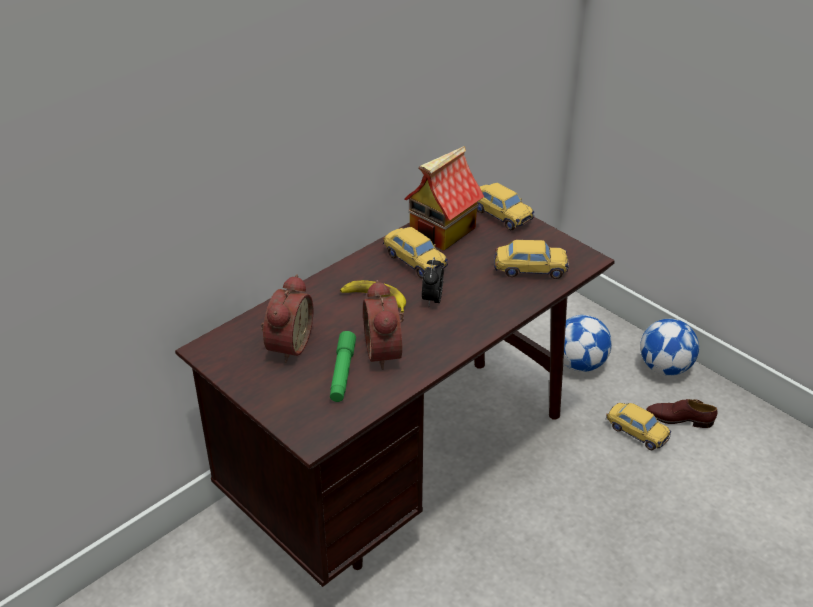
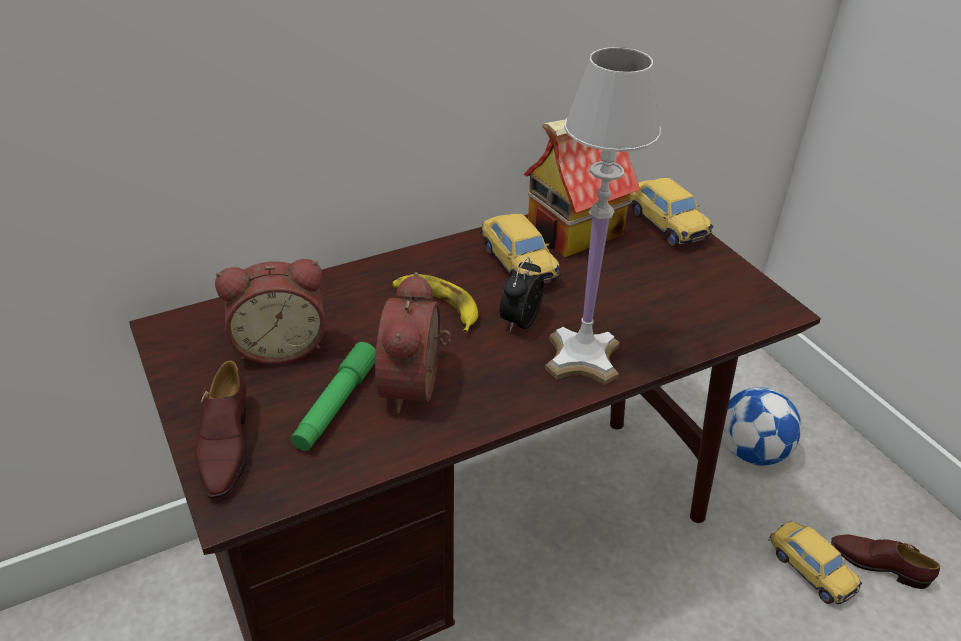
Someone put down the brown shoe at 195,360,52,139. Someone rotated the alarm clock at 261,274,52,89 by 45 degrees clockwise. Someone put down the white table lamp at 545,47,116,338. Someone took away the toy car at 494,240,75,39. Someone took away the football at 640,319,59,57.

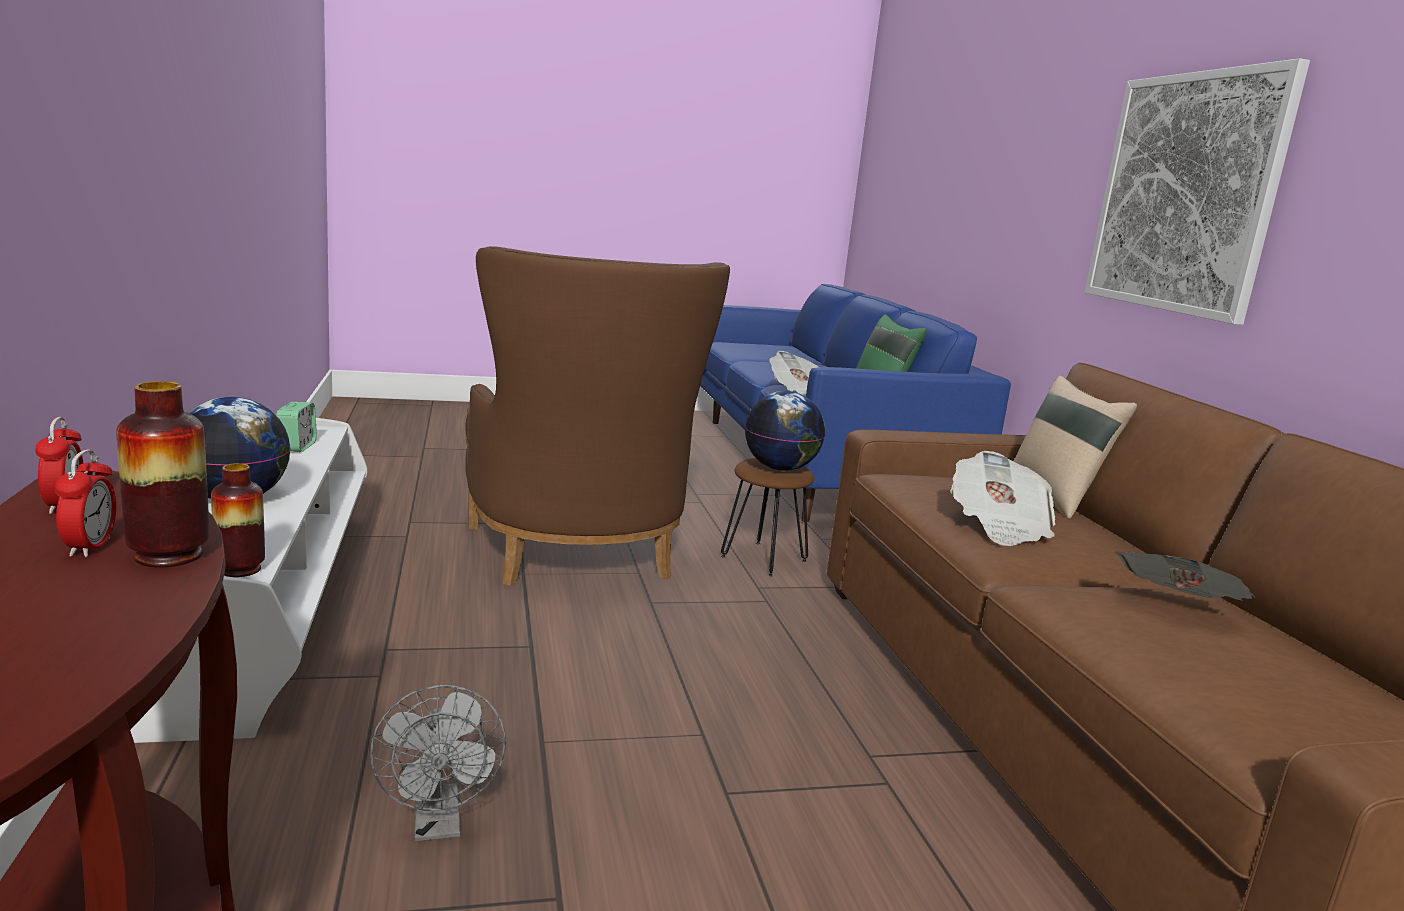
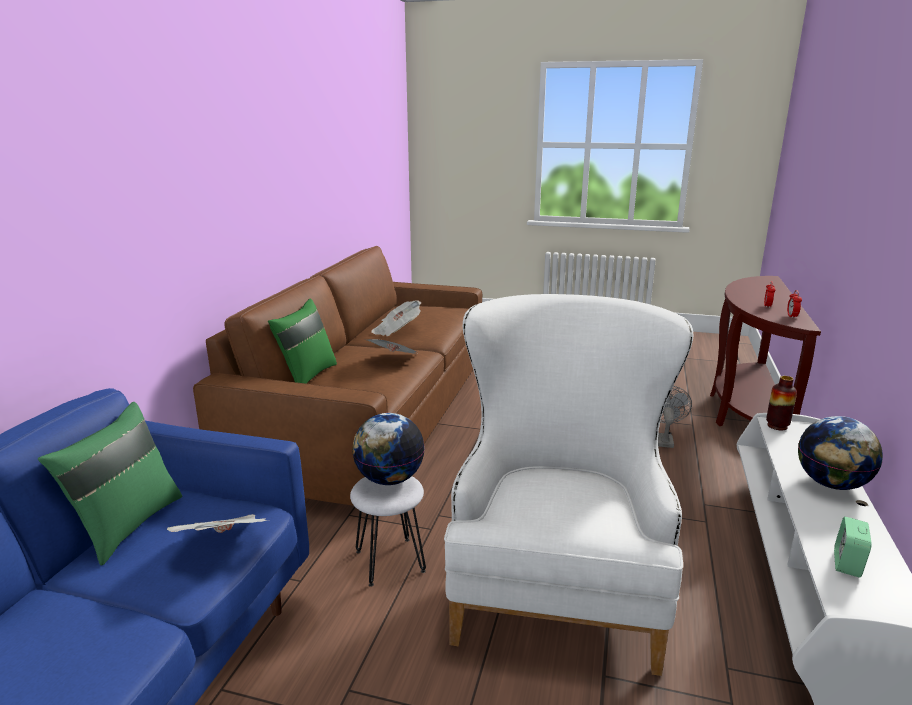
Someone repainted the beige pillow at 1013,375,124,144, which became the green pillow at 268,299,69,85. Someone repainted the brown stool at 721,458,93,118, which became the white stool at 350,476,76,111. Someone repainted the brown armchair at 465,246,265,340, which became the white armchair at 444,294,249,382. Someone took away the vase at 116,381,93,186. Someone took away the picture at 1085,58,225,267.

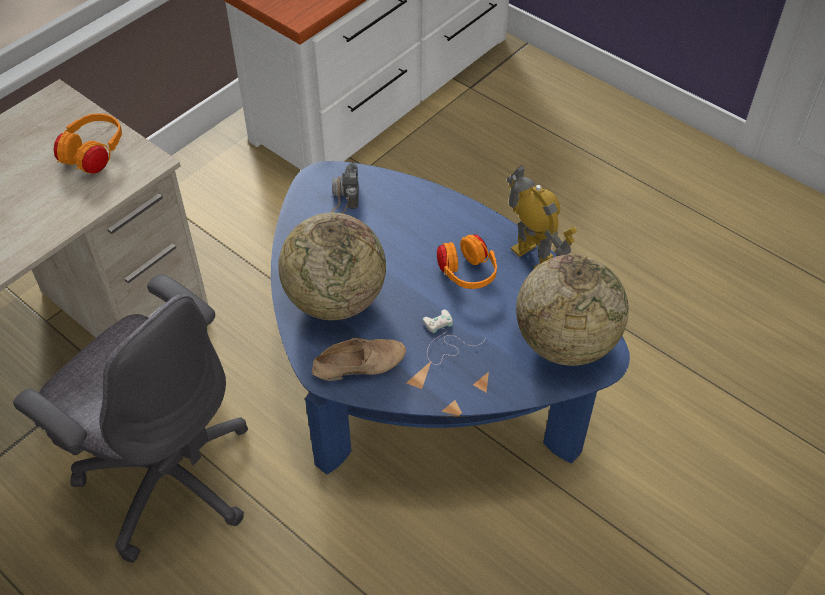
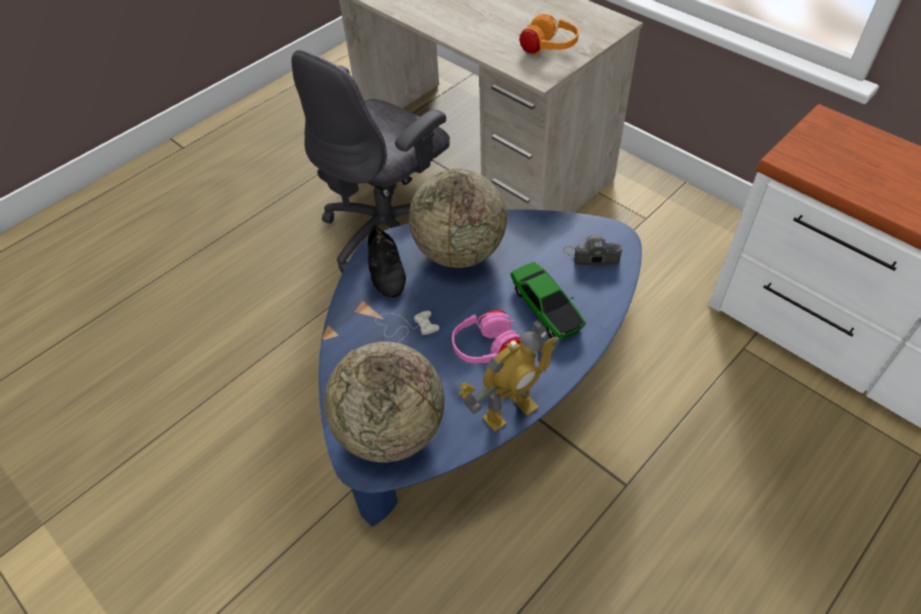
Someone repainted the beige shoe at 312,338,94,43, which became the black shoe at 367,224,39,74. Someone repainted the orange headphones at 437,234,60,55, which became the pink headphones at 452,310,69,53. Someone put down the toy car at 510,262,76,78.

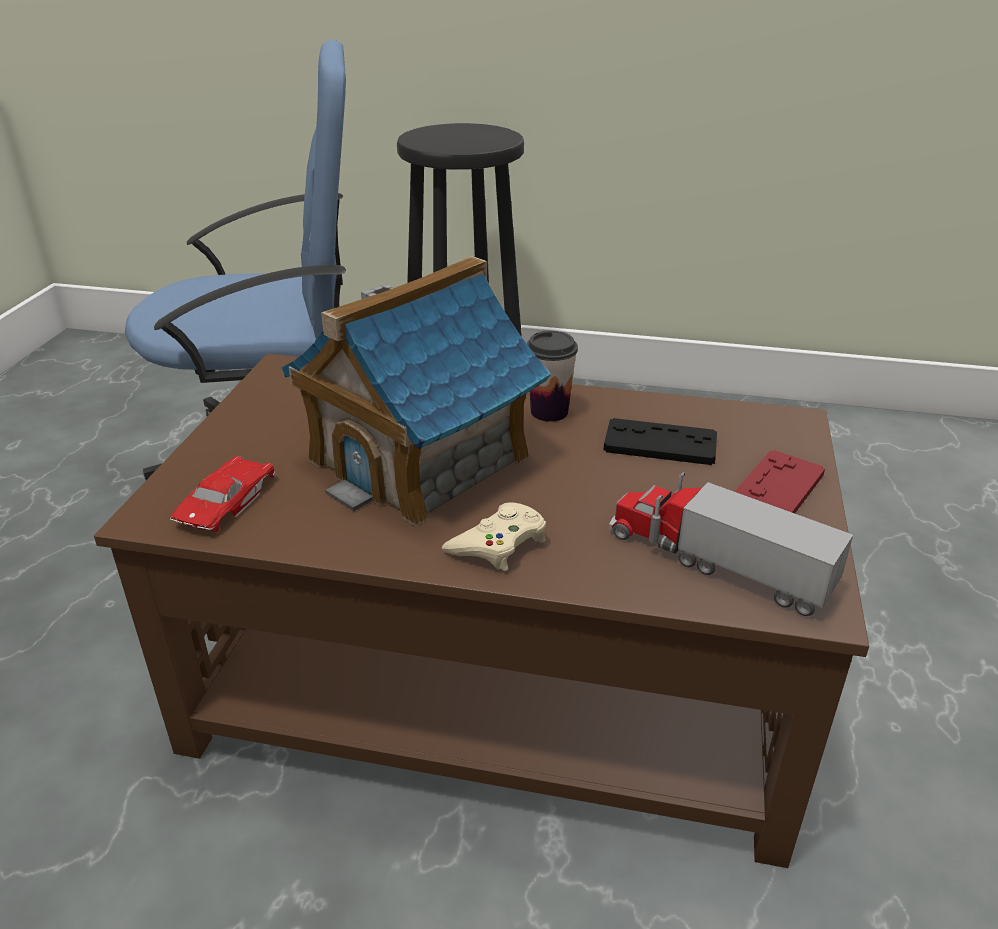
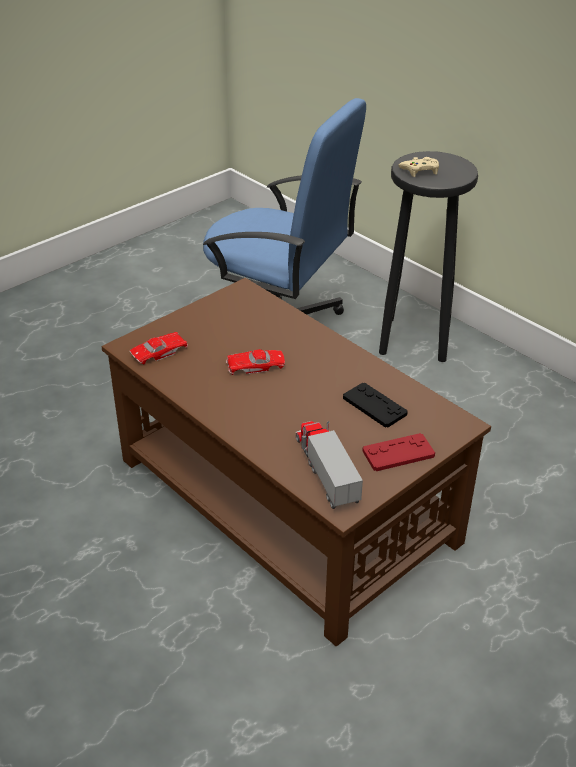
Someone swapped the toy house at 281,256,270,271 for the red toy car at 226,349,59,26. Someone carried the beige game controller from 442,503,104,68 to 398,157,41,20. Someone took away the cup at 527,331,51,91.

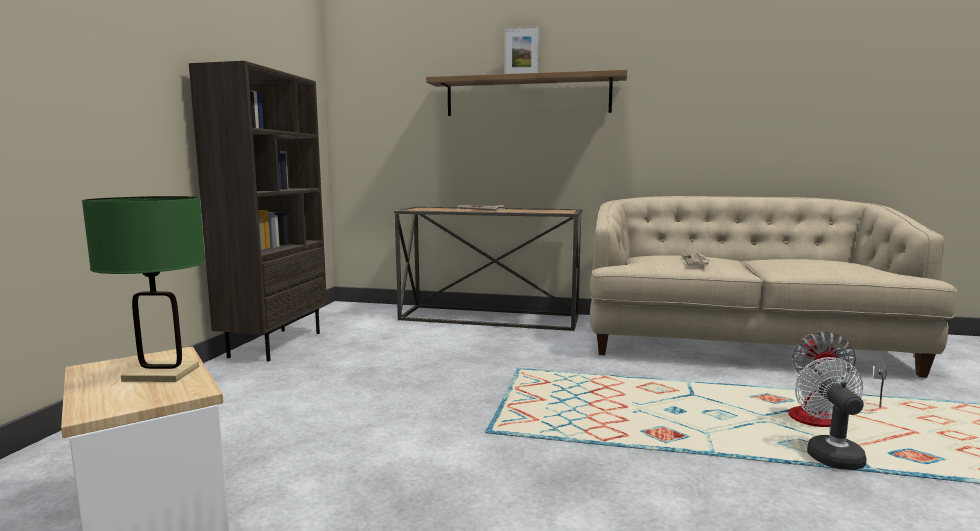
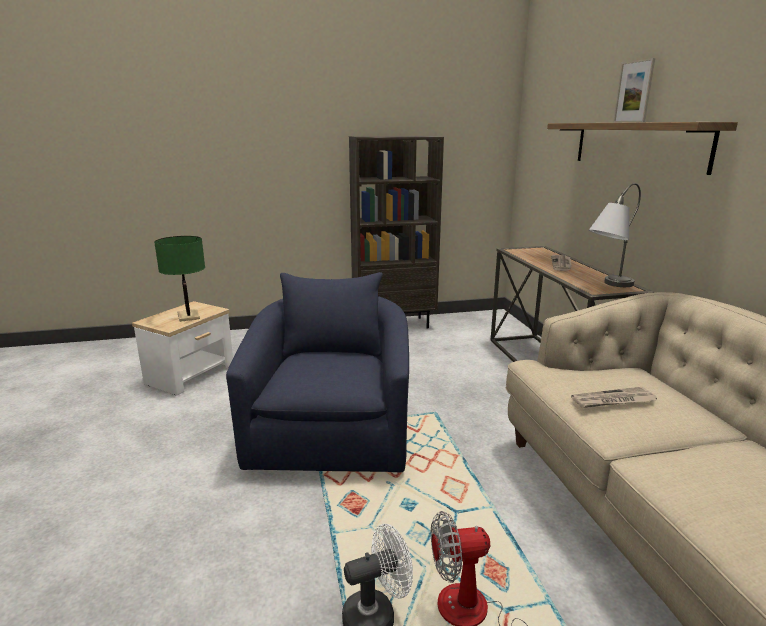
Someone put down the blue armchair at 226,272,183,200. Someone put down the grey table lamp at 589,183,52,104.

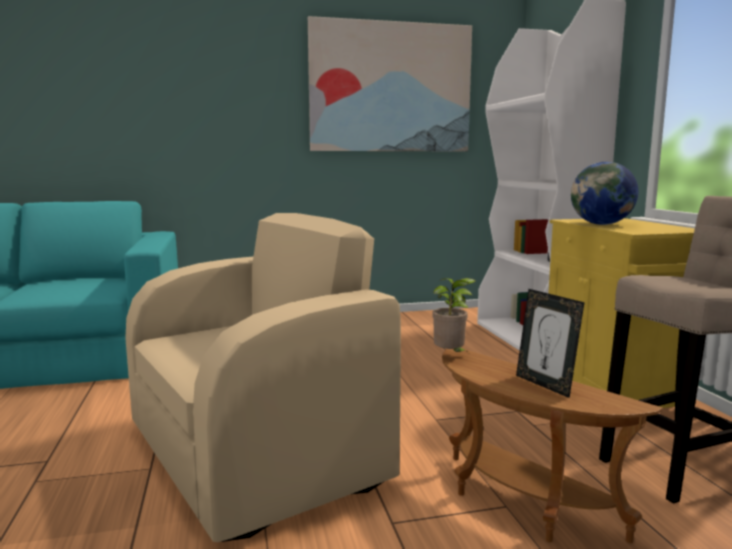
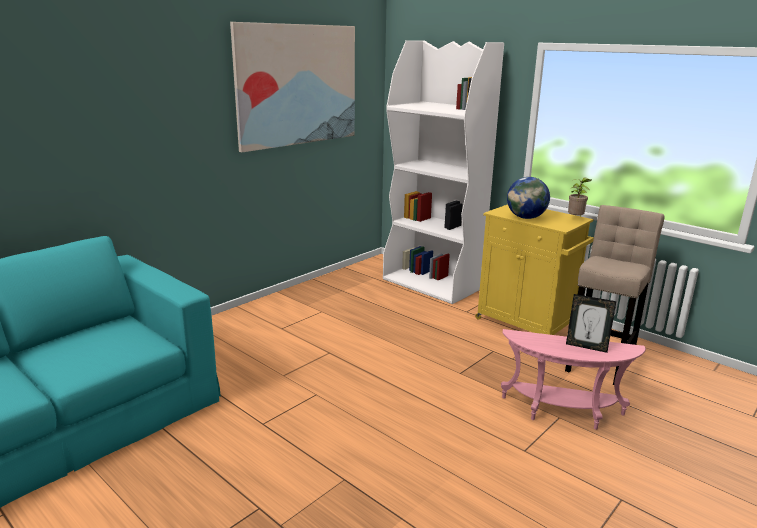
Someone repainted the brown side table at 442,349,221,194, which became the pink side table at 501,329,145,101. Someone carried the potted plant from 432,278,44,74 to 568,178,23,39. Someone took away the beige armchair at 125,213,276,329.

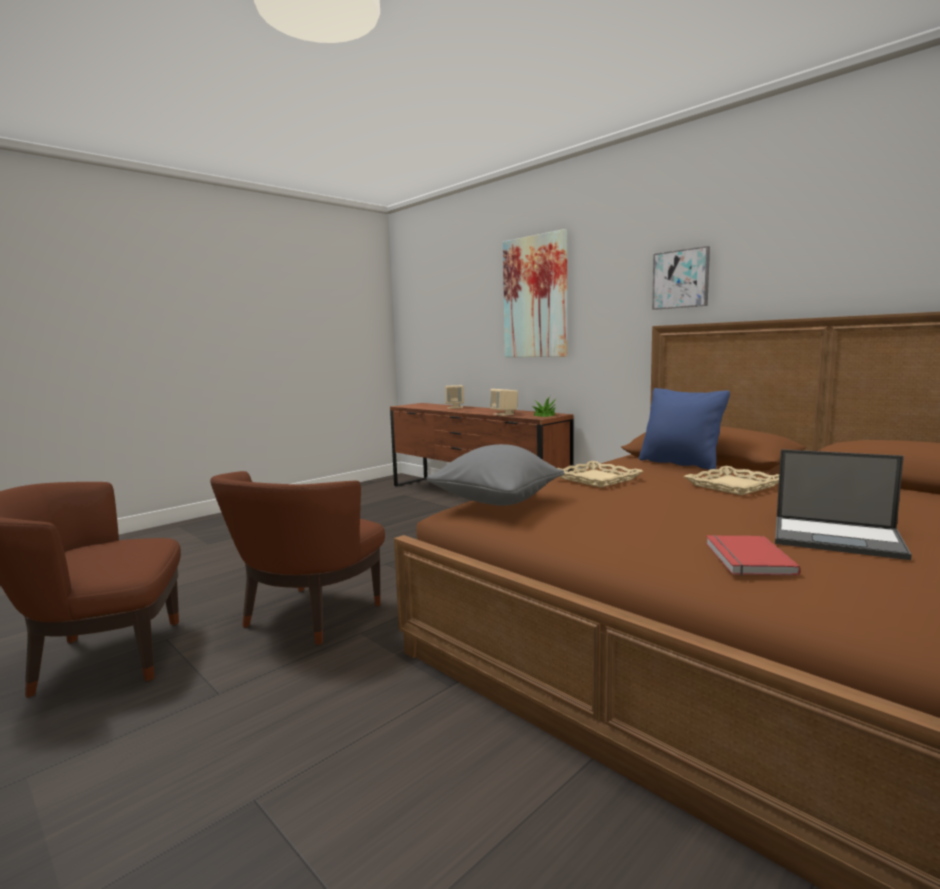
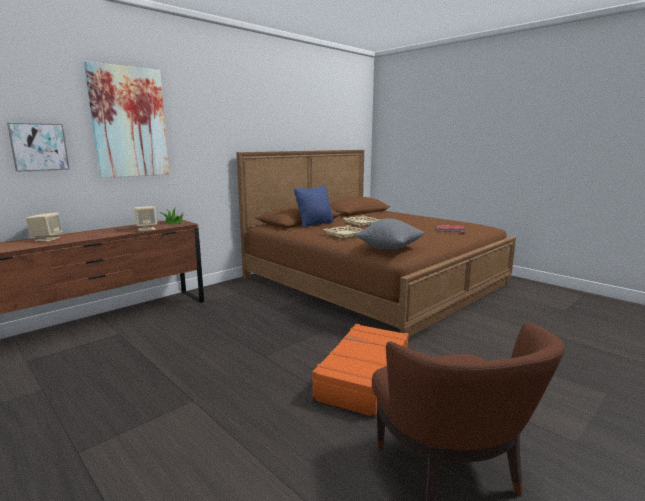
Someone carried the picture from 652,246,58,64 to 7,123,63,49. Someone swapped the brown armchair at 210,471,175,174 for the orange suitcase at 312,324,97,94. Someone took away the laptop at 775,449,137,111.

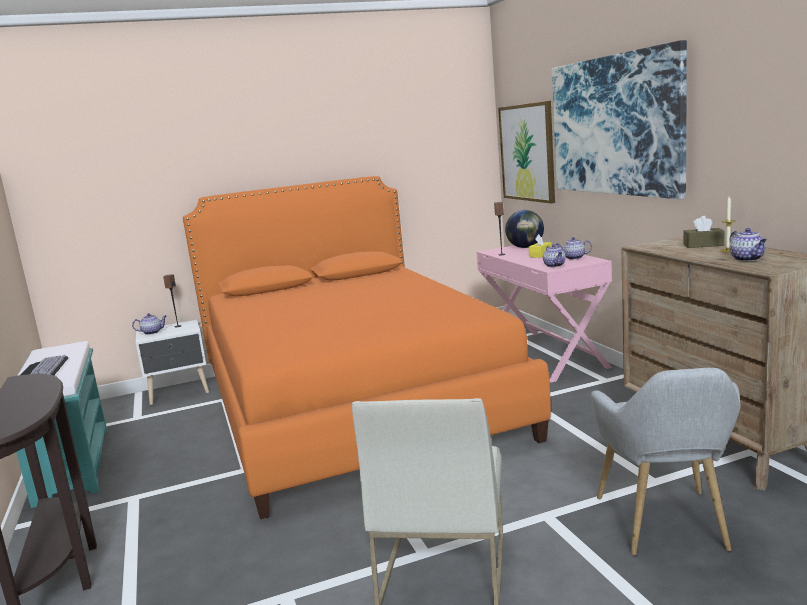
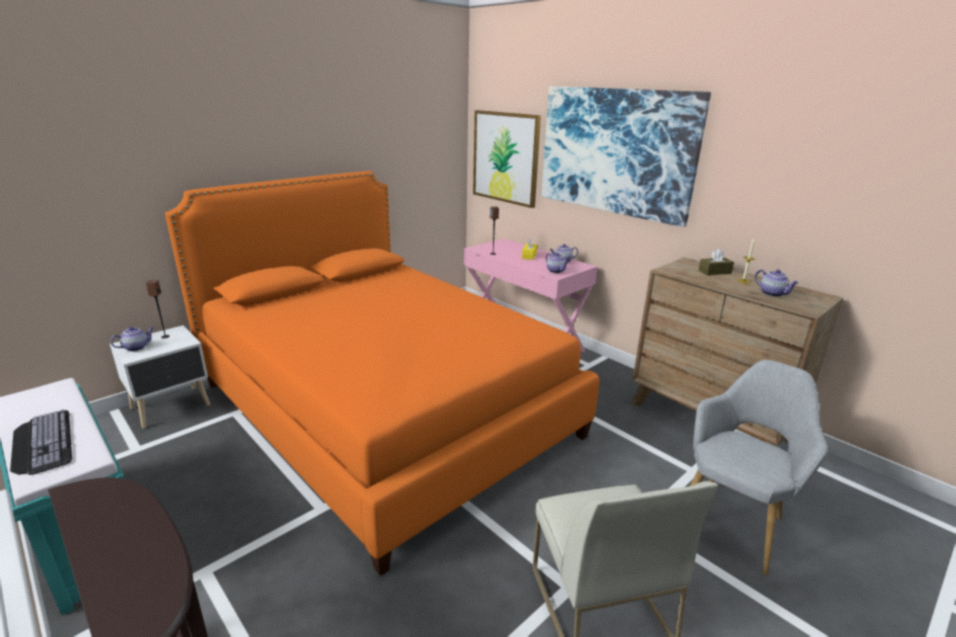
Someone rotated the grey armchair at 591,368,150,188 by 120 degrees counterclockwise. Someone took away the globe at 505,210,39,38.

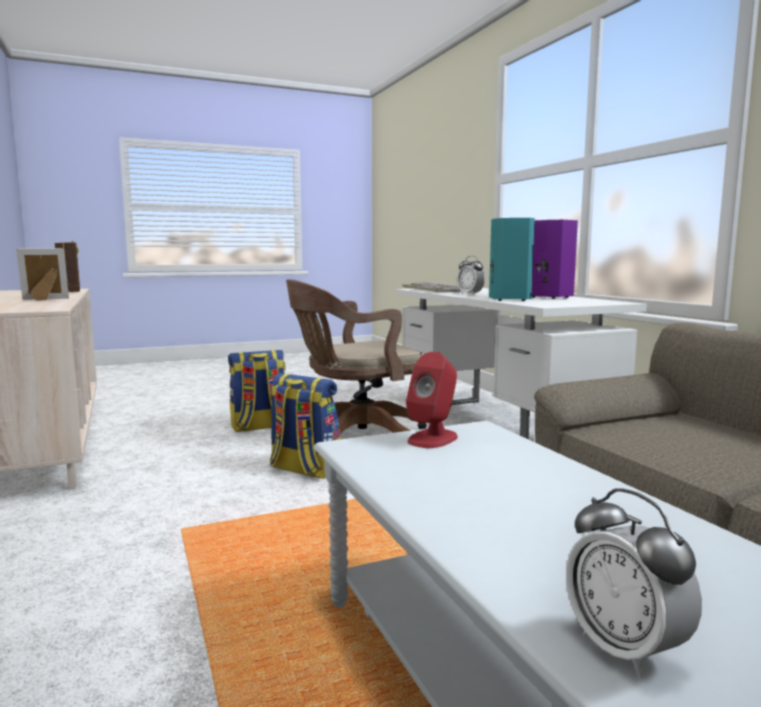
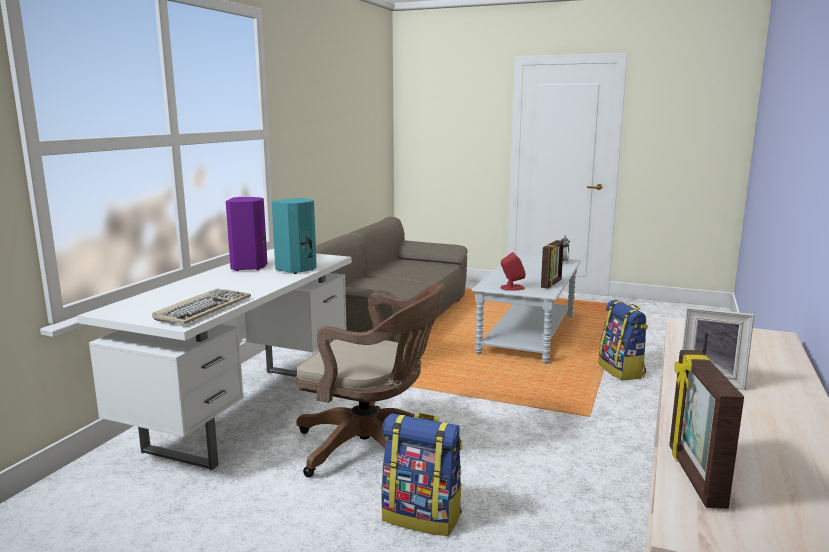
Someone put down the picture frame at 541,240,23,49. Someone carried the backpack from 270,373,71,106 to 598,300,50,80. Someone took away the alarm clock at 457,256,28,39.

